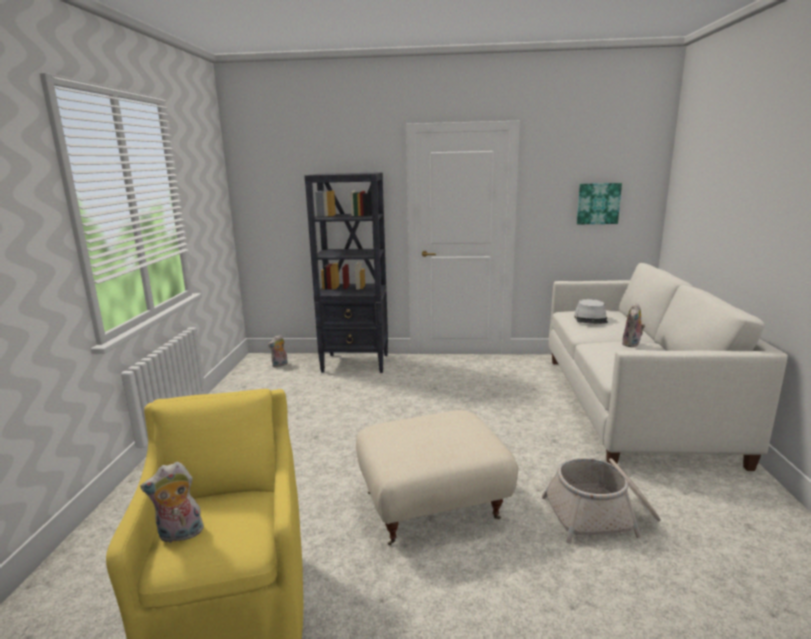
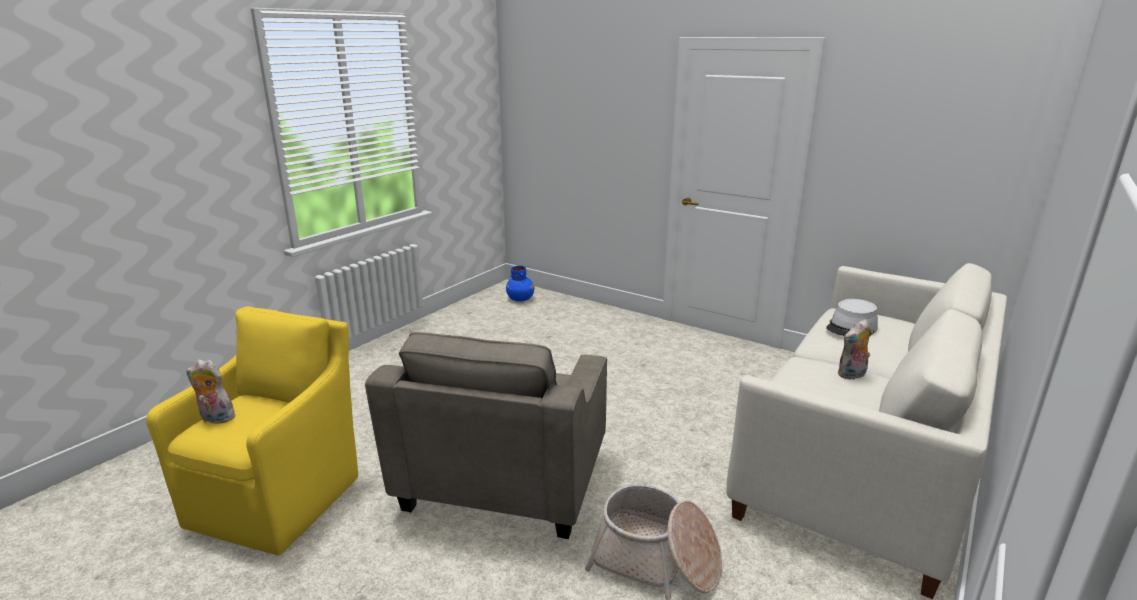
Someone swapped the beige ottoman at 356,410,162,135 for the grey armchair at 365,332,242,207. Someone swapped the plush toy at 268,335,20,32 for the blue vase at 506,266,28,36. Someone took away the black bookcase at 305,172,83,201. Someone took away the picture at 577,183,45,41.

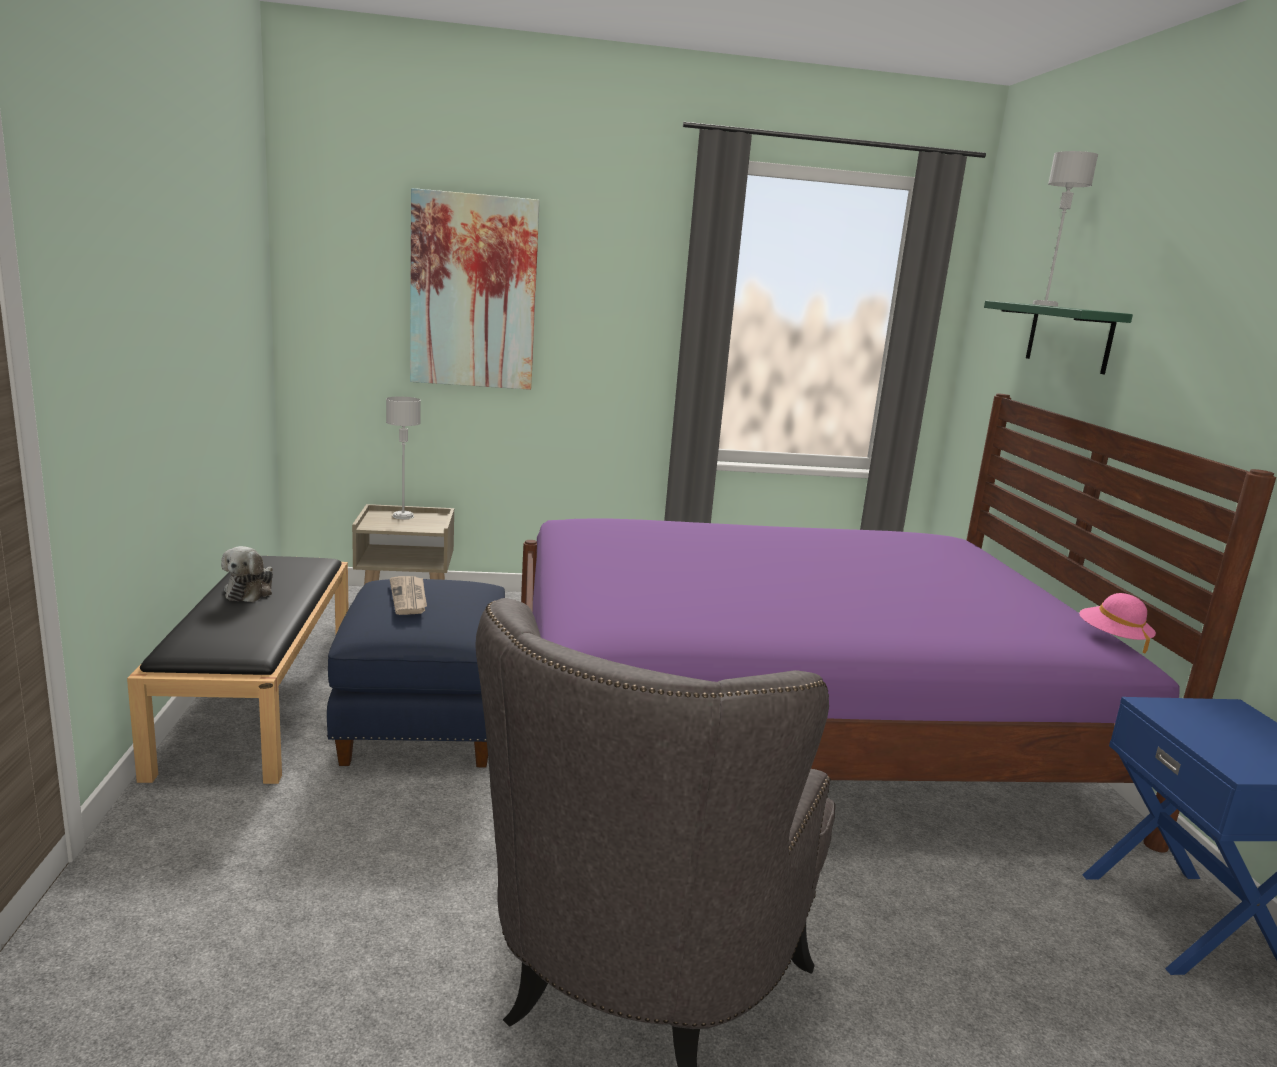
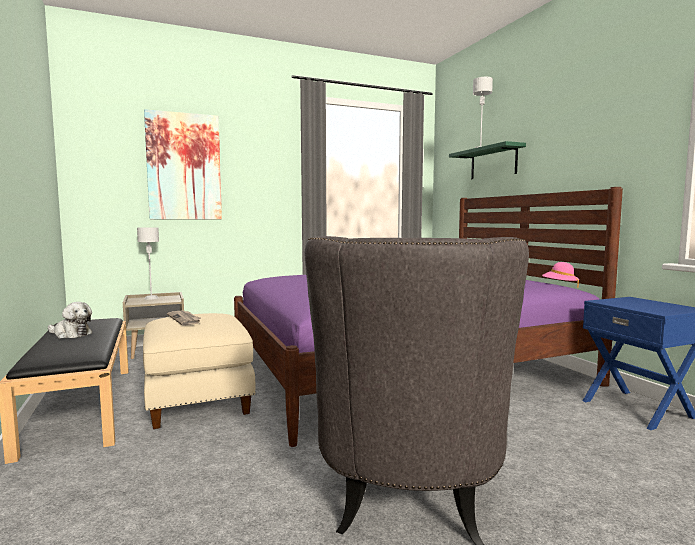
Someone rotated the plush toy at 221,546,52,56 by 60 degrees counterclockwise. Someone repainted the blue ottoman at 327,579,178,188, which became the beige ottoman at 143,313,113,116.

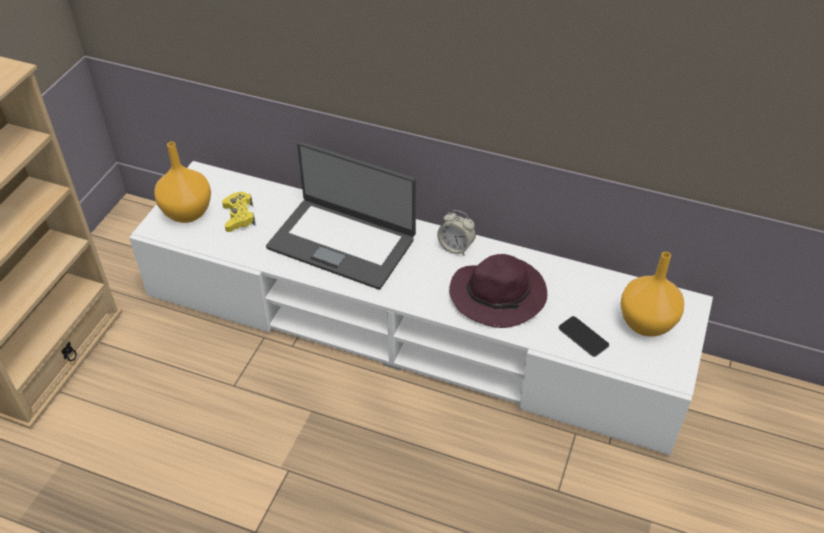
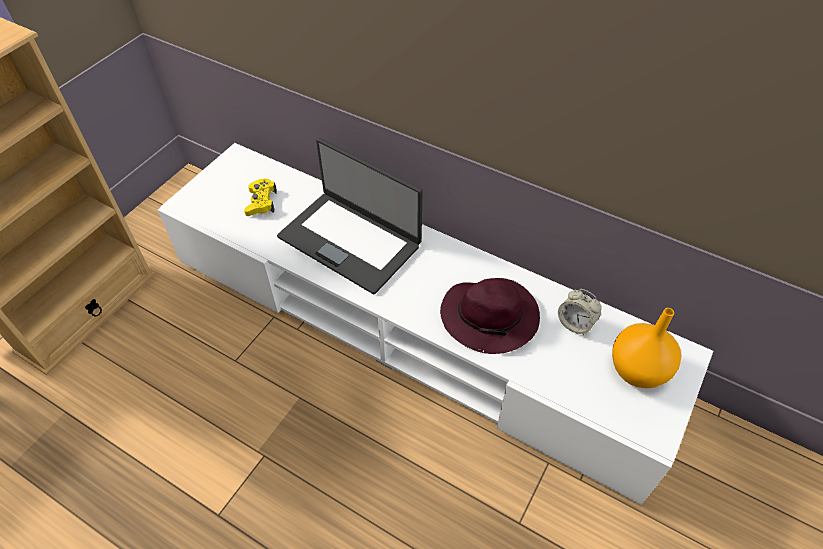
Someone carried the alarm clock from 437,210,39,46 to 558,289,44,46. Someone took away the orange vase at 154,142,57,81. Someone took away the phone at 559,316,50,41.

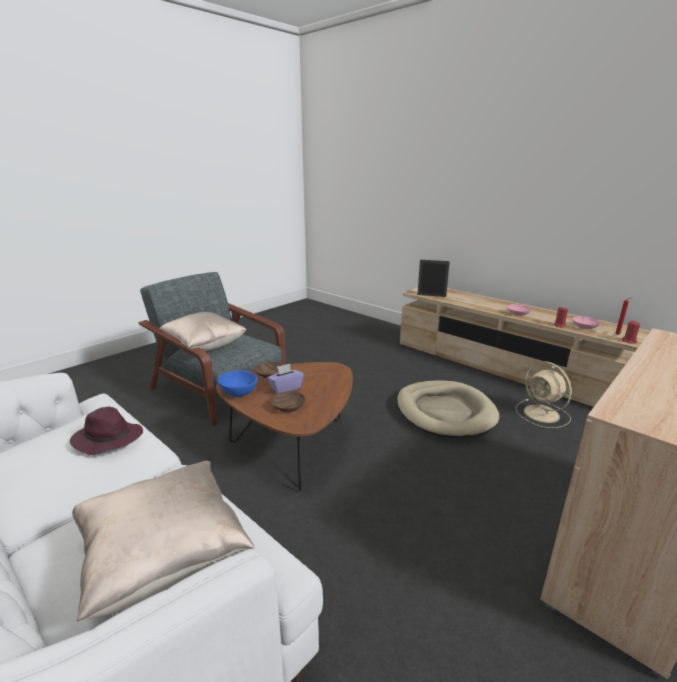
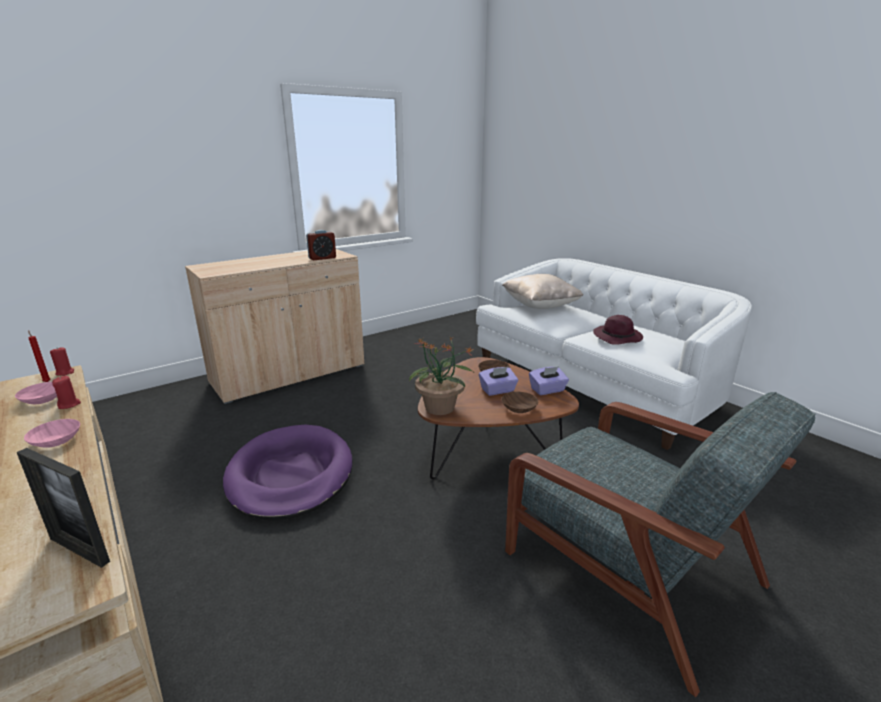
Someone repainted the beige dog bed at 397,381,102,57, which became the purple dog bed at 223,425,129,95. Someone put down the alarm clock at 306,230,30,30. Someone put down the potted plant at 409,338,66,77. Someone swapped the blue bowl at 218,370,40,27 for the purple tissue box at 529,367,40,28. Someone took away the beige pillow at 159,312,88,39. Someone took away the beige fan at 516,361,56,67.

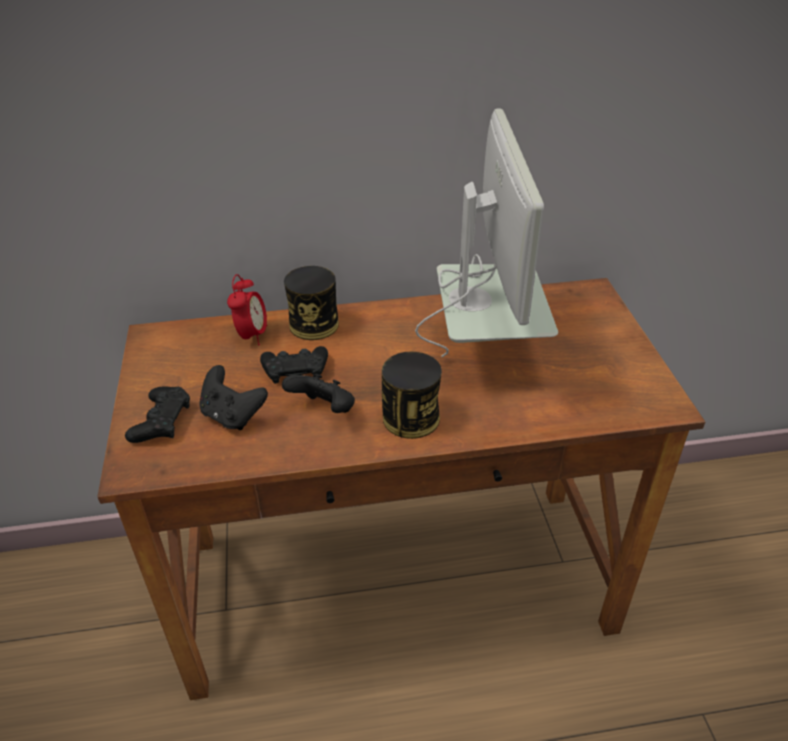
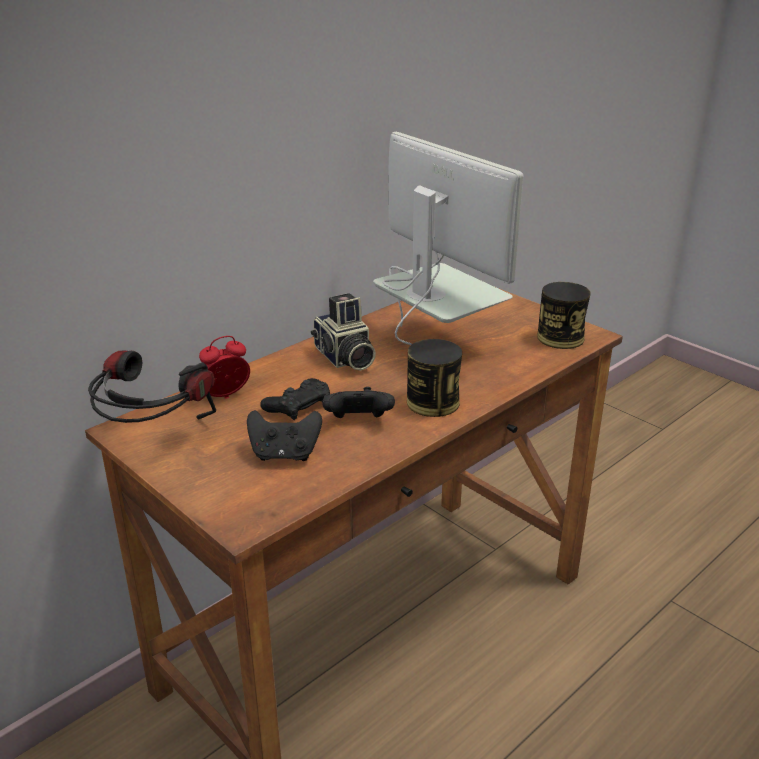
Someone put down the headphones at 88,351,128,72. Someone rotated the alarm clock at 227,274,40,72 by 90 degrees counterclockwise. Someone put down the photo camera at 311,293,65,78. Someone carried the can from 284,266,55,74 to 537,282,54,67. Someone took away the black game controller at 125,386,65,57.

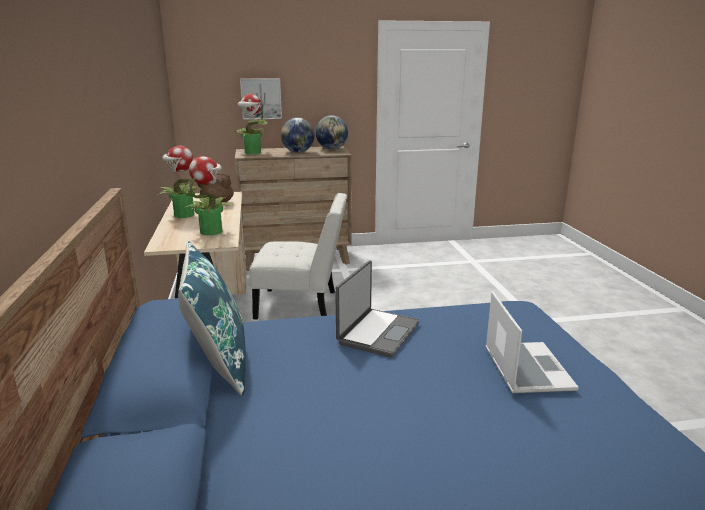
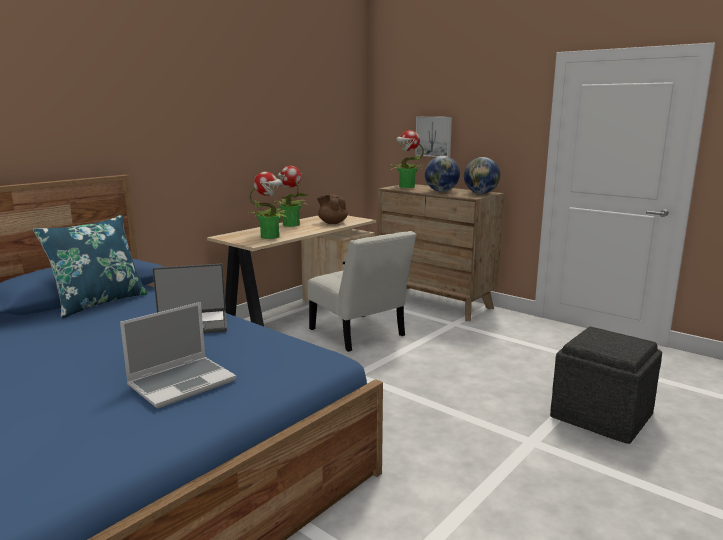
Someone put down the grey ottoman at 550,327,112,117.

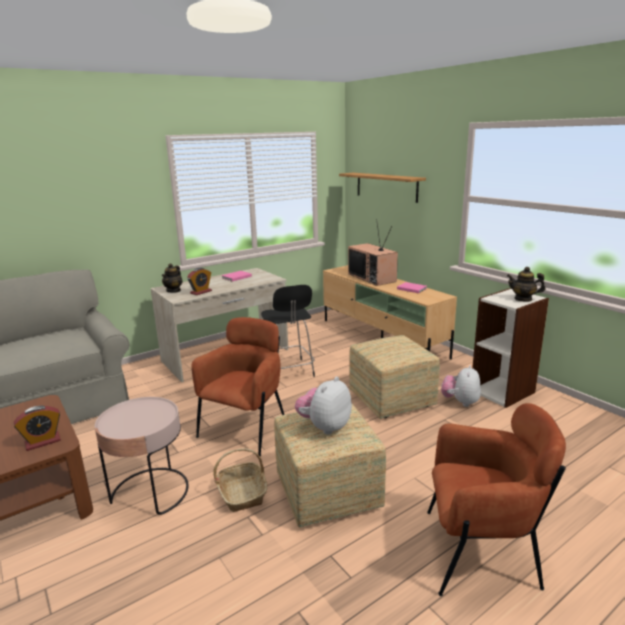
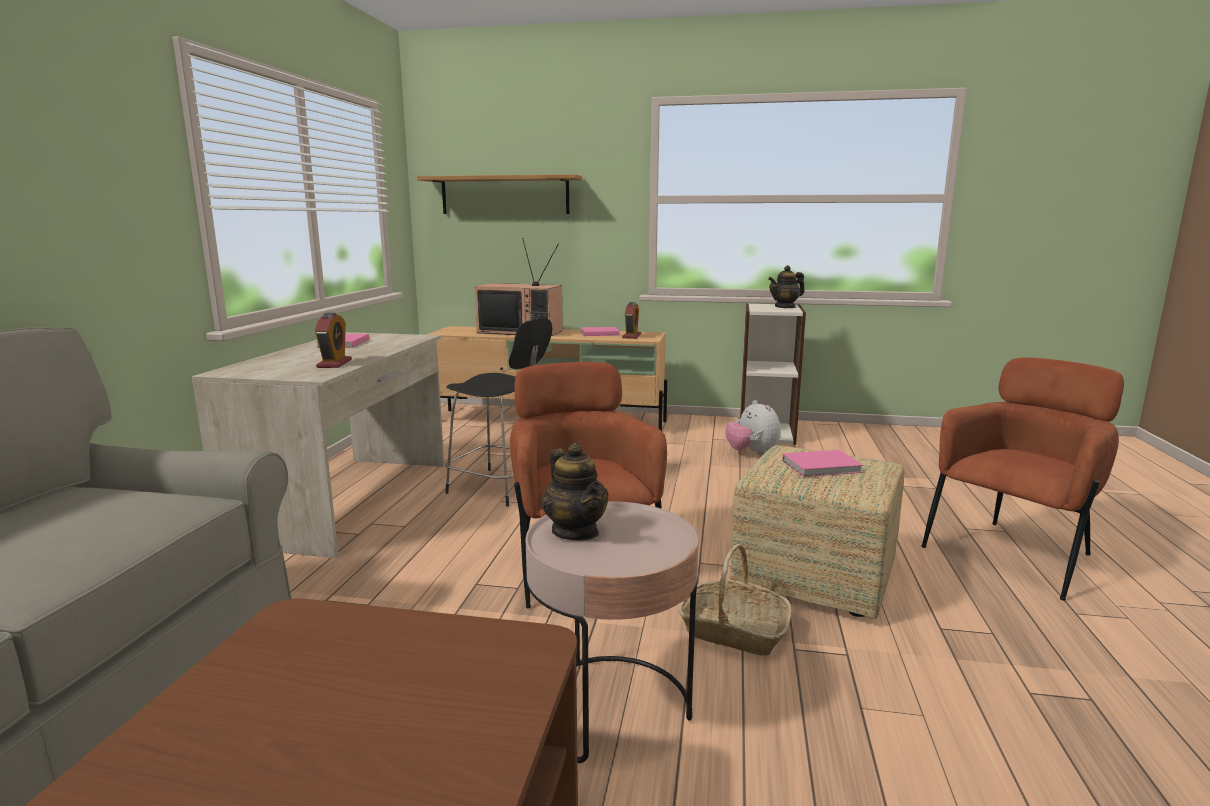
Someone carried the teapot from 162,263,20,30 to 541,443,67,98. Someone carried the alarm clock from 14,406,47,45 to 622,302,19,37. Someone swapped the plush toy at 295,377,57,58 for the pink book at 782,450,82,27. Someone took away the ottoman at 349,335,91,84.

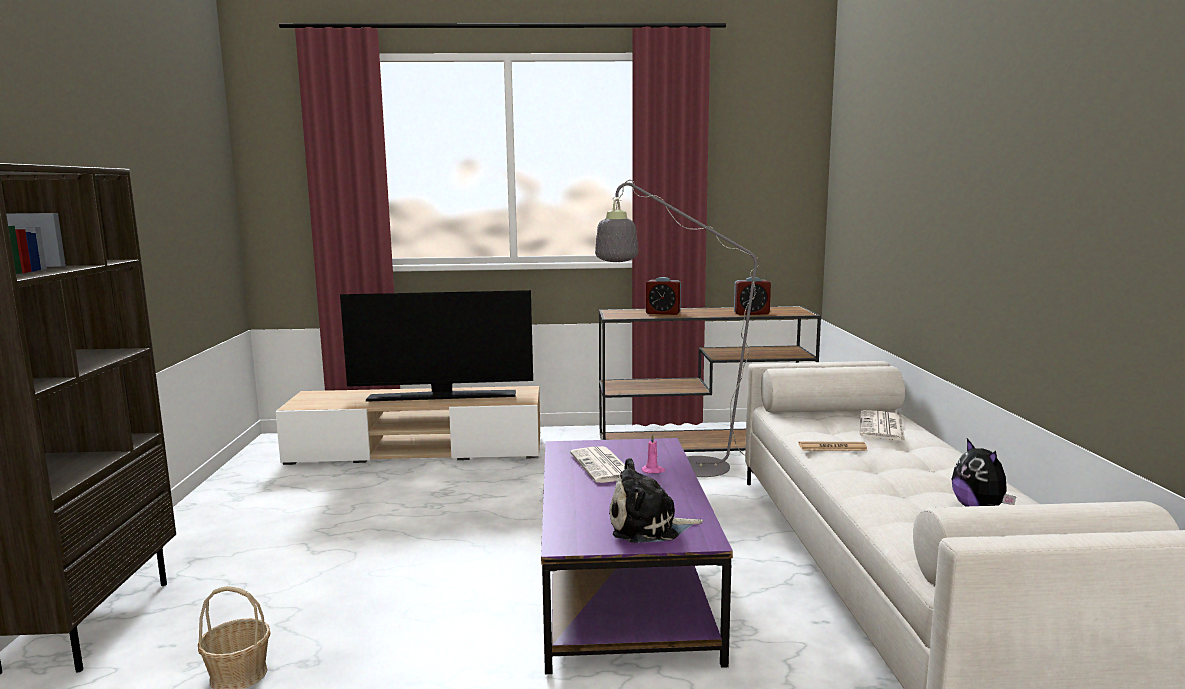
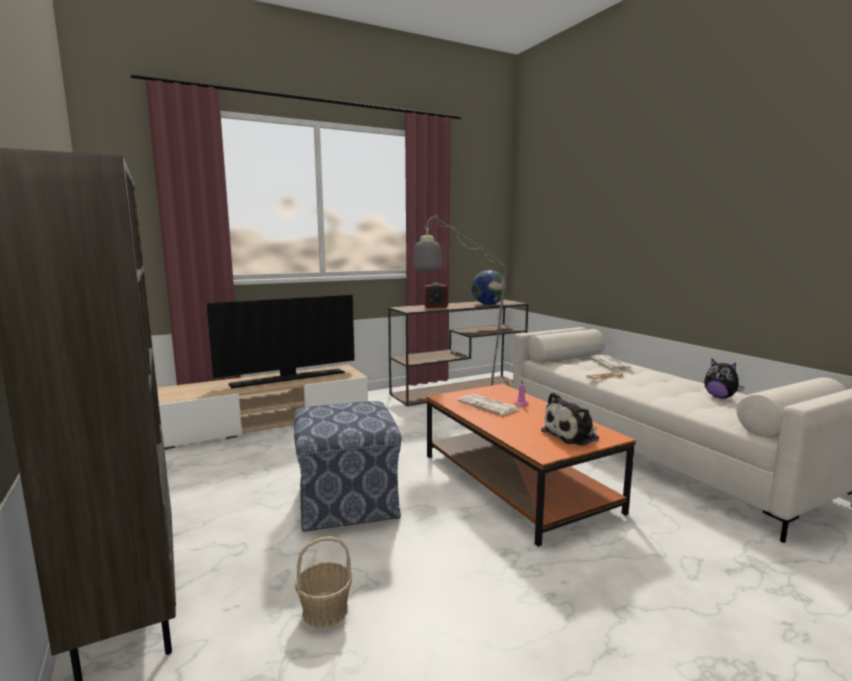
Someone put down the ottoman at 294,401,108,131. Someone repainted the purple coffee table at 541,438,192,236, which became the orange coffee table at 426,384,210,163. Someone swapped the alarm clock at 734,277,37,38 for the globe at 472,270,34,35.

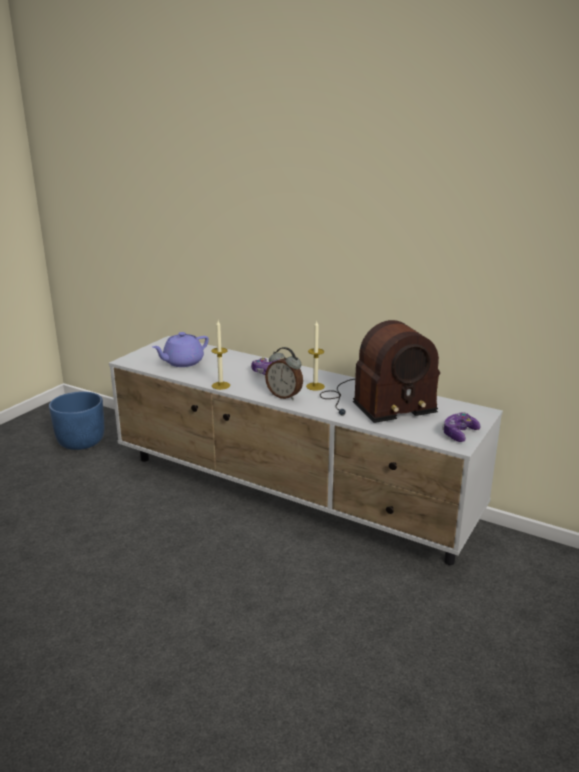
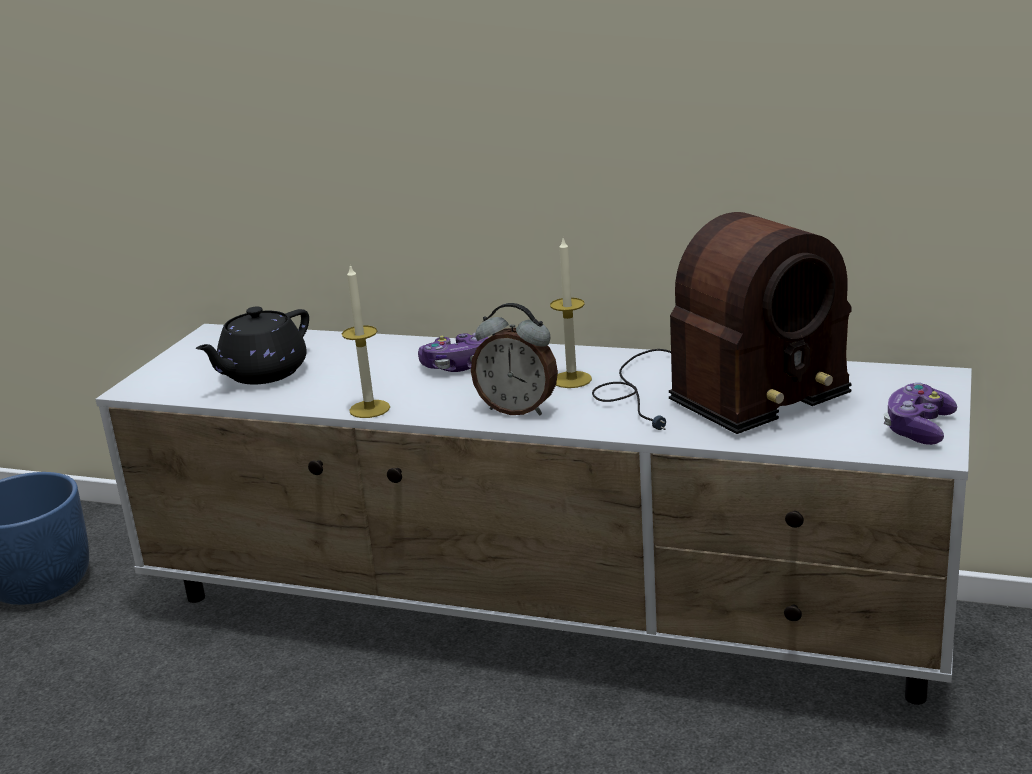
Someone repainted the purple teapot at 152,332,57,35, which became the black teapot at 195,306,114,79.

